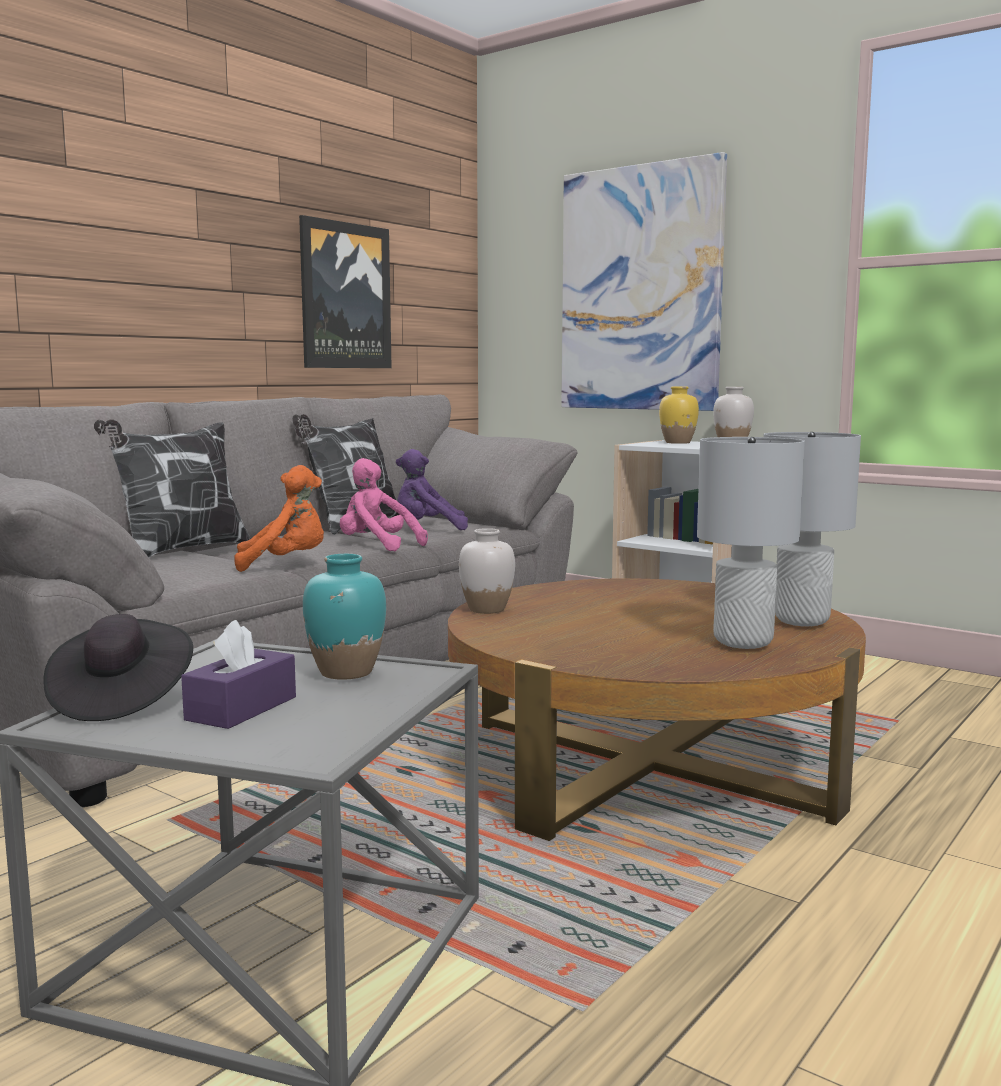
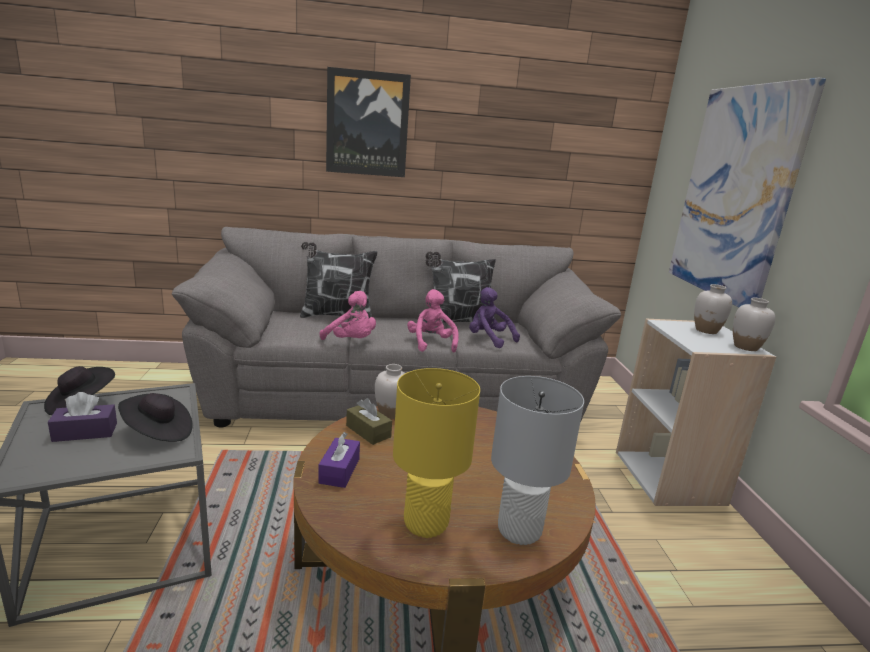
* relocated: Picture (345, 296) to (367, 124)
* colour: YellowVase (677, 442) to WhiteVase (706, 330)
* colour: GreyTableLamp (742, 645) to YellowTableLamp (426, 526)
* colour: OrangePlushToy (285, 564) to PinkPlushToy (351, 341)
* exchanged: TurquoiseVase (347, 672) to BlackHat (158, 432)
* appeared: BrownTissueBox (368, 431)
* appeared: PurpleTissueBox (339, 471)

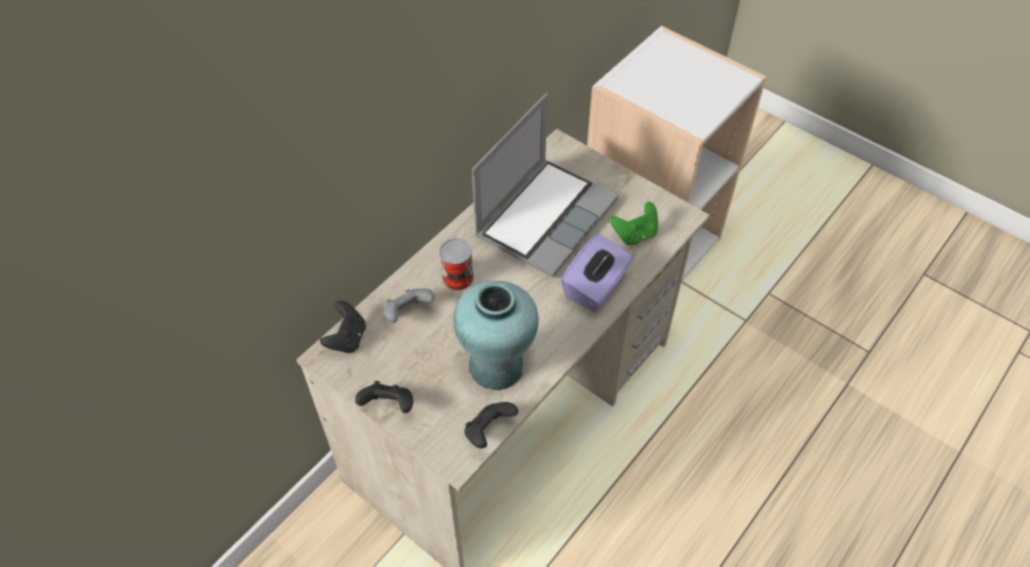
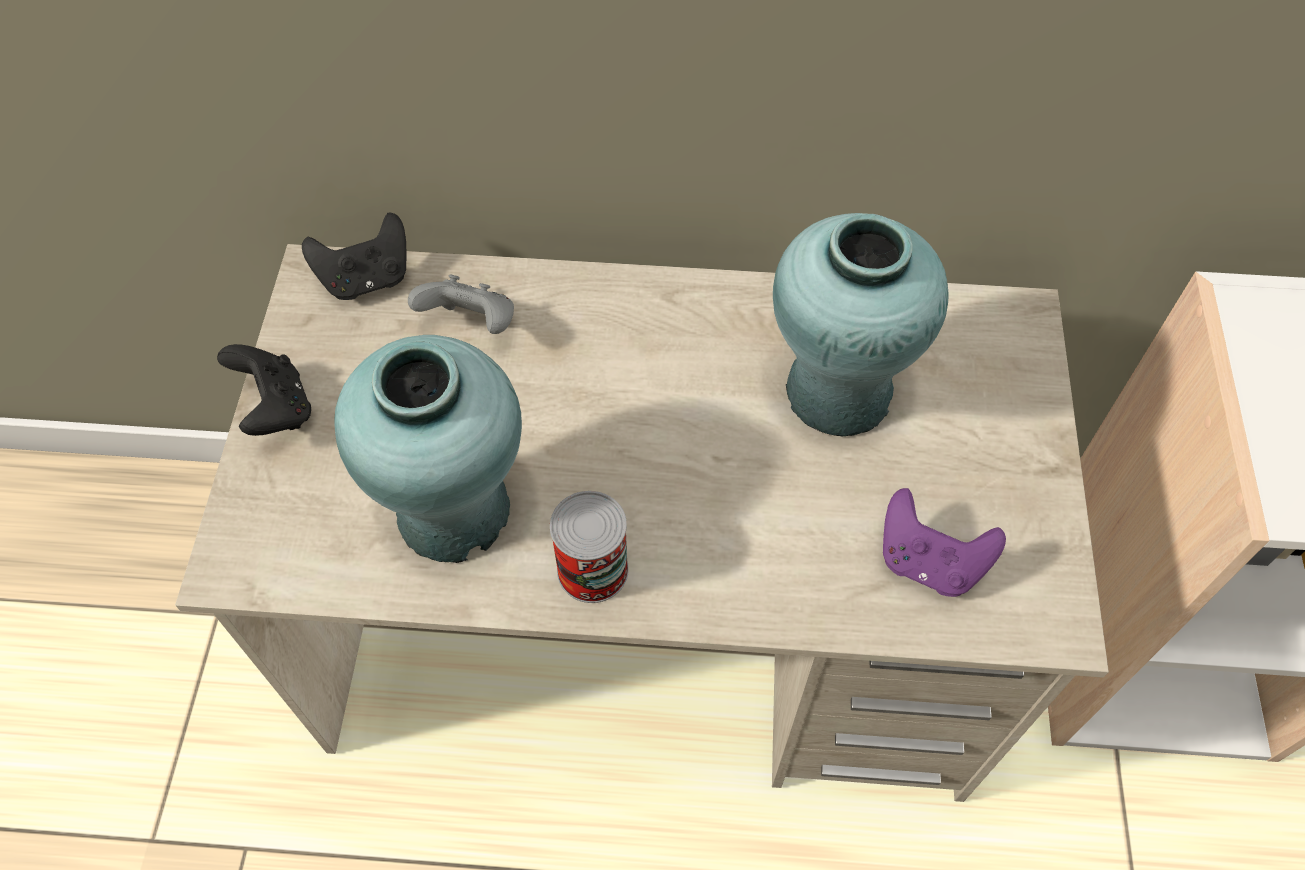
* exchanged: Laptop (545, 216) to TurquoiseVase (837, 393)
* colour: GreenGameController (635, 234) to PurpleGameController (929, 562)
* missing: PurpleTissueBox (595, 287)
* relocated: Can (458, 278) to (592, 570)
* missing: BlackGameController (488, 431)

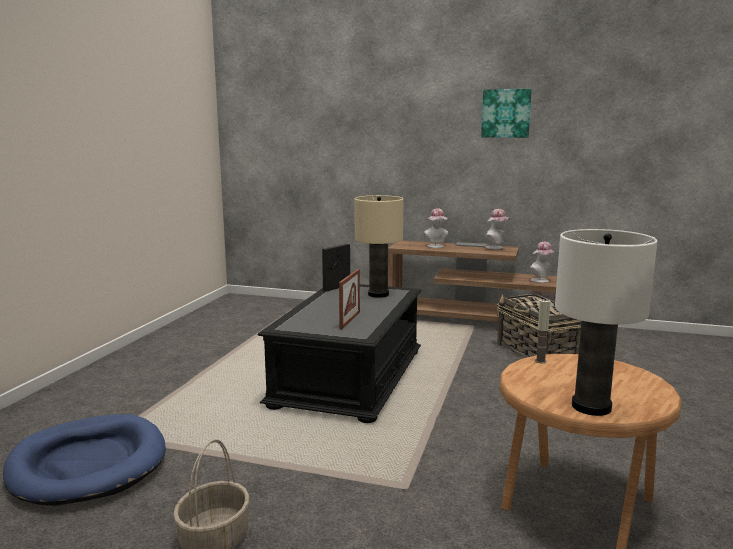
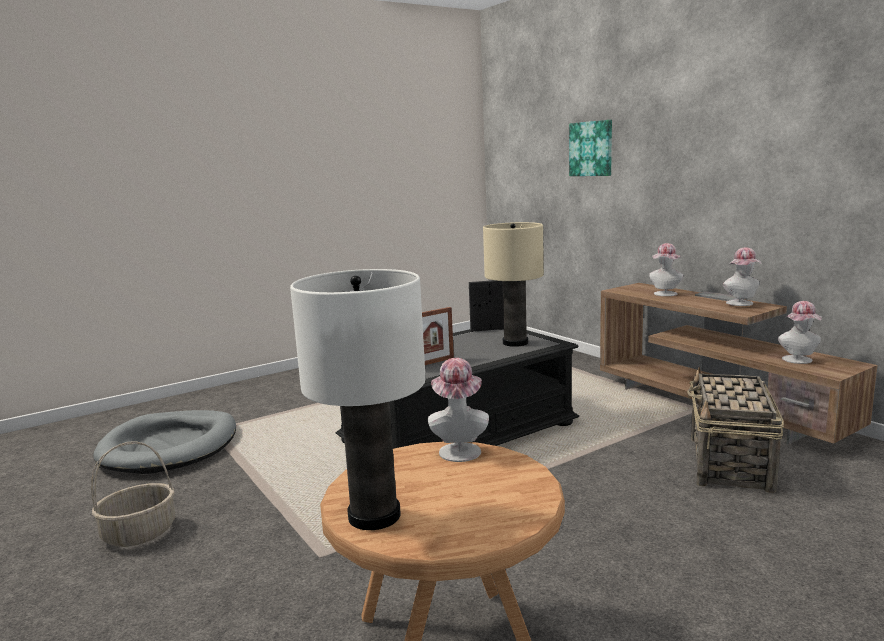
* relocated: Picture (506, 113) to (591, 148)
* exchanged: Candle (540, 361) to Hat (459, 449)
* colour: BlueDogBed (88, 464) to GreyDogBed (170, 446)

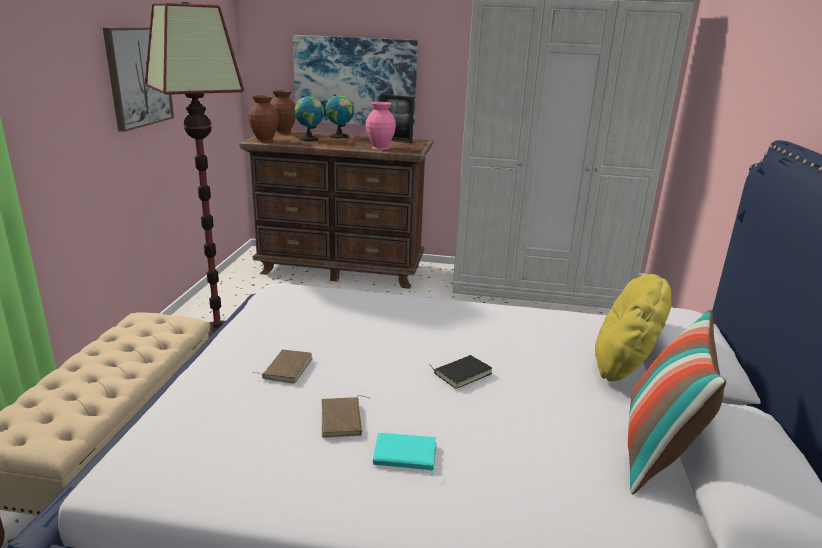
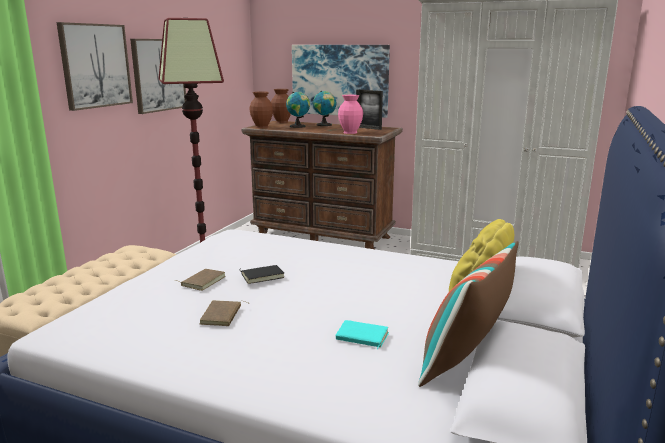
* relocated: BlackBook (461, 373) to (262, 276)
* relocated: TurquoiseBook (404, 456) to (361, 337)
* appeared: Picture (95, 66)

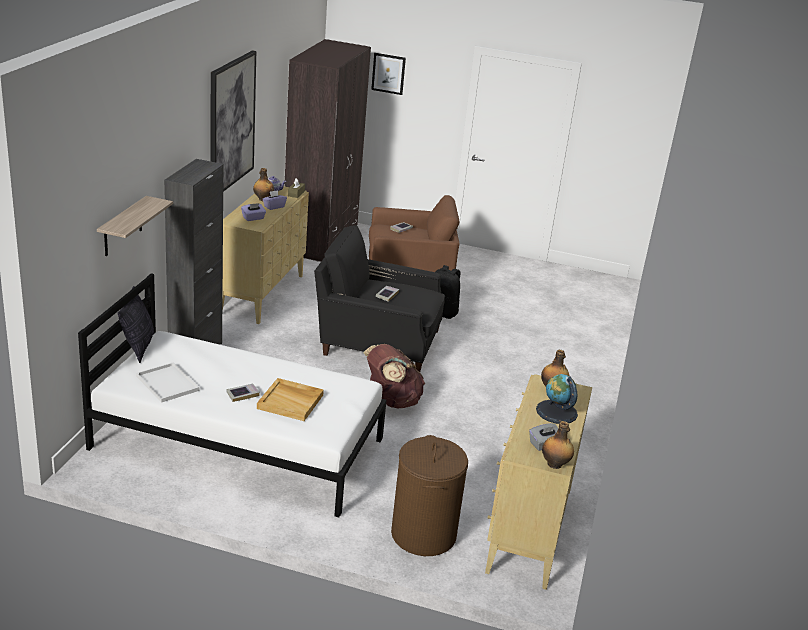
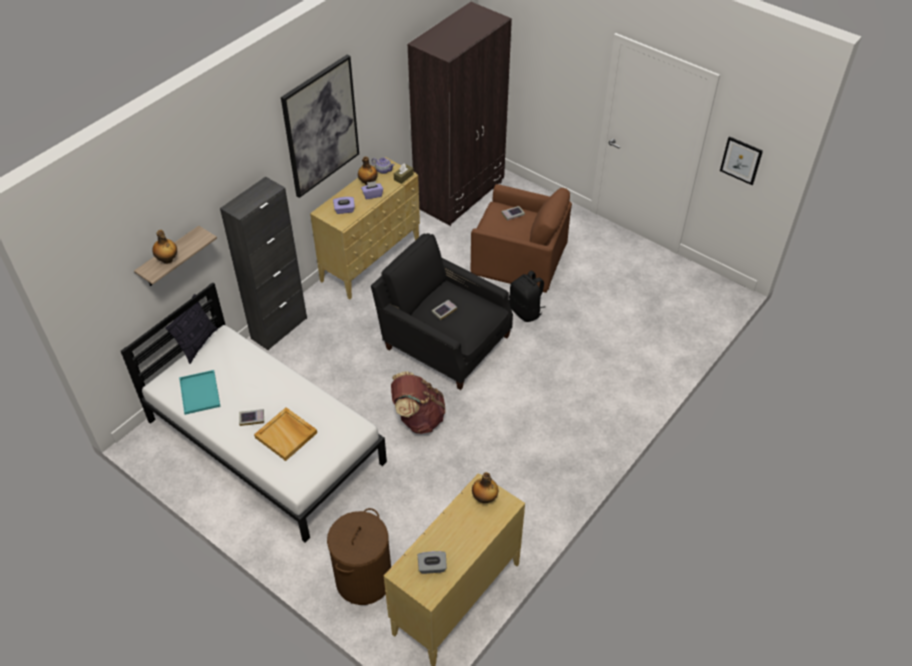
* relocated: Picture (388, 73) to (741, 160)
* colour: WhiteTray (166, 383) to TurquoiseTray (199, 392)
* missing: Globe (556, 412)
* relocated: Bottle (555, 464) to (167, 260)

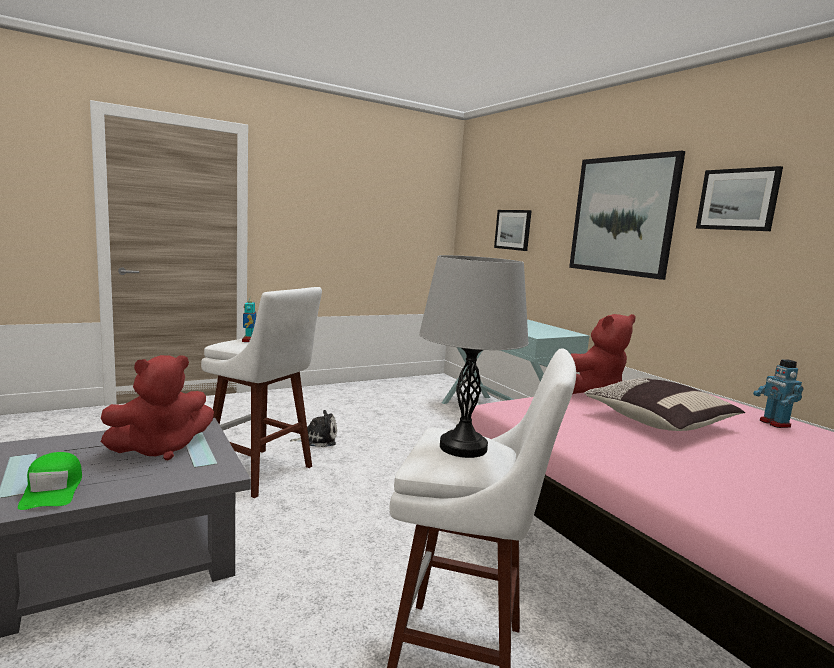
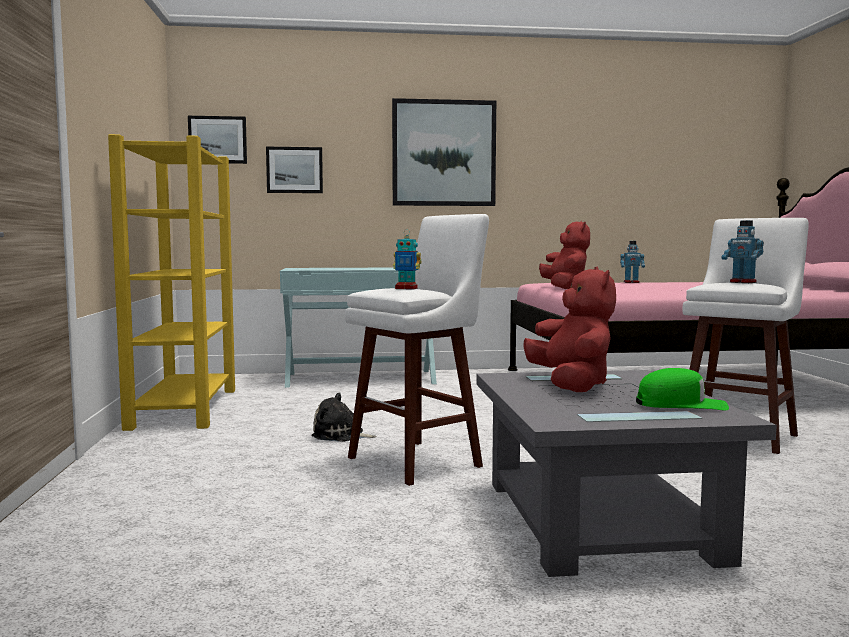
* relocated: Picture (738, 199) to (218, 140)
* exchanged: GreyTableLamp (463, 447) to ToyRobot (742, 282)
* missing: Pillow (658, 422)
* spun: PlushToy (317, 439) = (340, 435) 90 degrees counterclockwise
* appeared: YellowBookcase (184, 408)

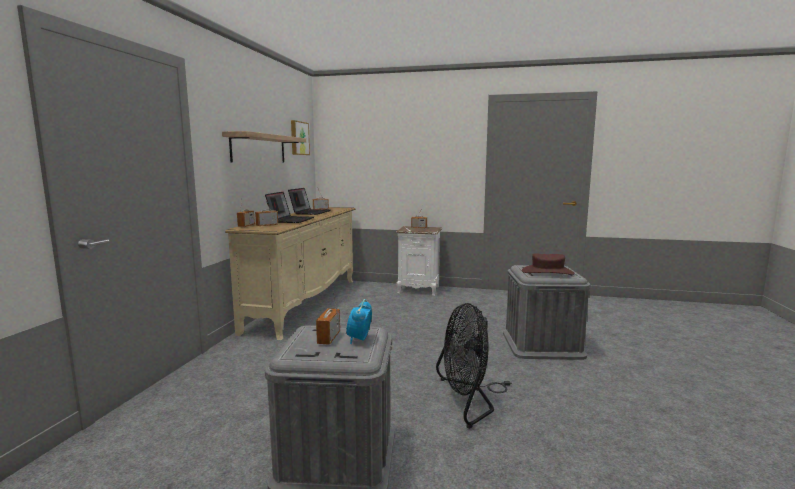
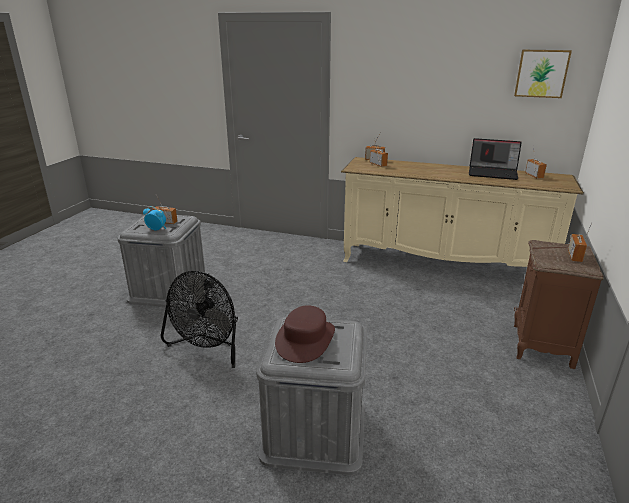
* missing: Shelf (259, 149)
* missing: Laptop (291, 220)
* colour: WhiteNightstand (419, 290) to BrownNightstand (540, 346)
* spun: BlackFan (470, 398) = (207, 346) 150 degrees counterclockwise

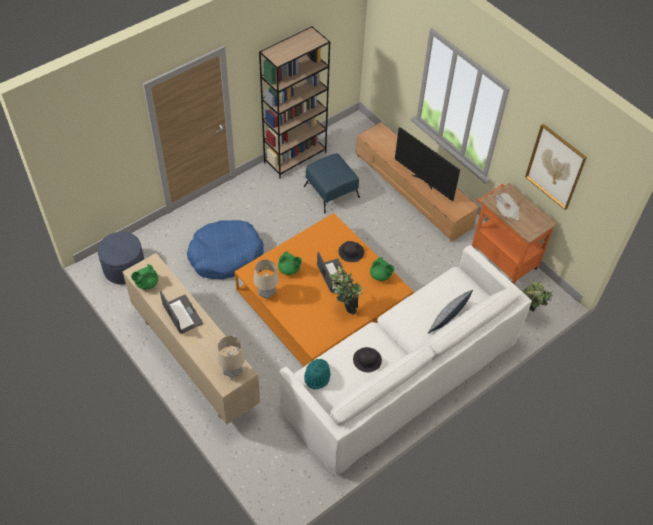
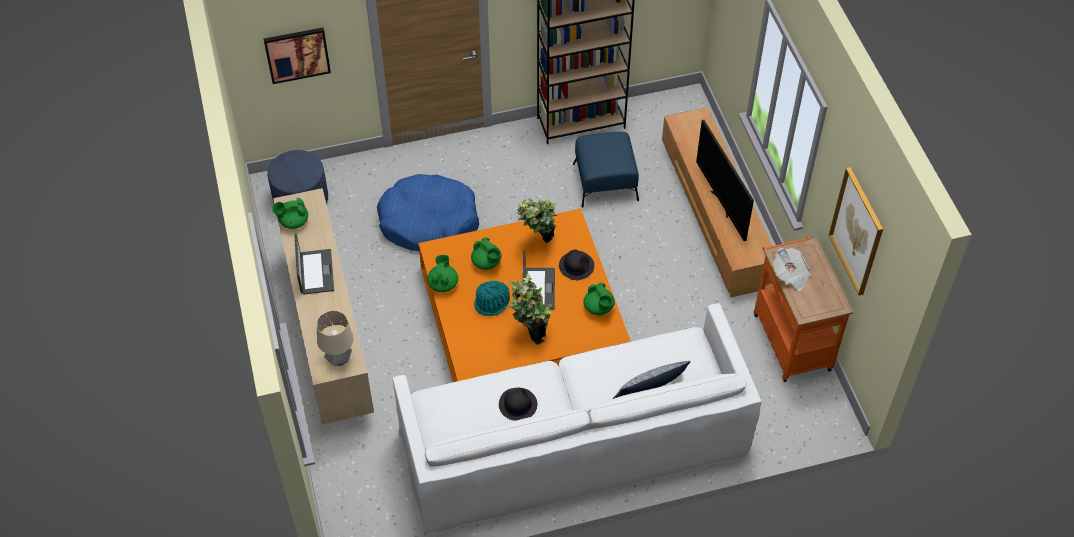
* exchanged: TableLamp (267, 294) to GreenTeapot (443, 284)
* relocated: PottedPlant (528, 314) to (538, 244)
* relocated: TurquoiseHat (317, 377) to (492, 302)
* appeared: Picture (297, 54)

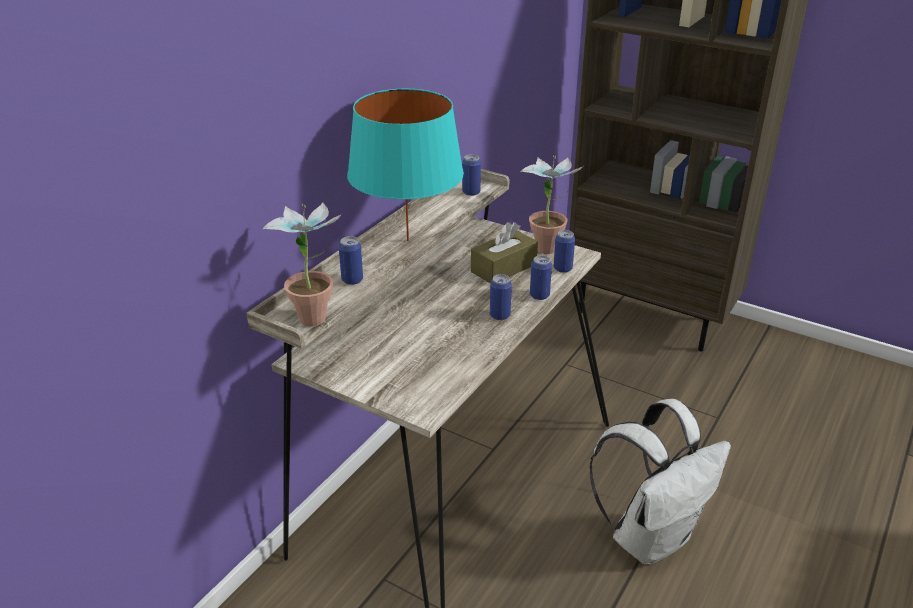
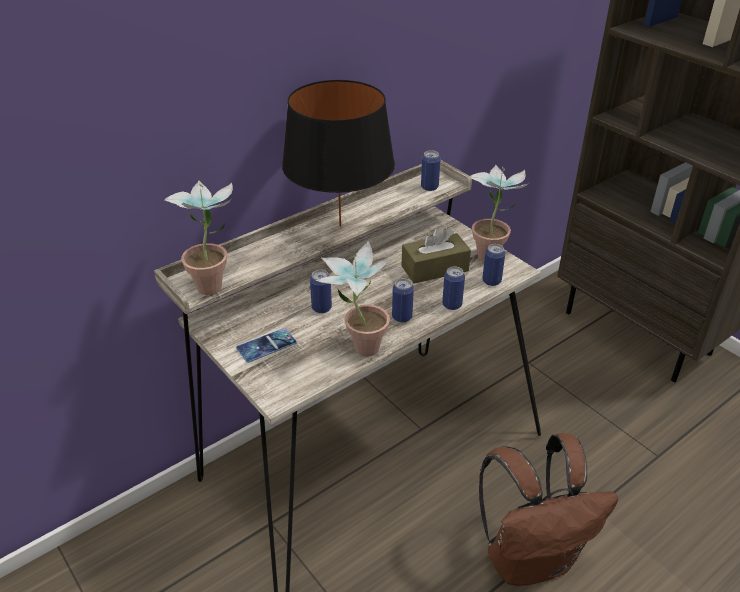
* colour: TurquoiseTableLamp (407, 240) to BlackTableLamp (340, 226)
* relocated: Can (352, 280) to (321, 308)
* colour: WhiteBackpack (651, 536) to BrownBackpack (530, 558)
* appeared: PottedPlant (357, 346)
* appeared: Phone (266, 345)

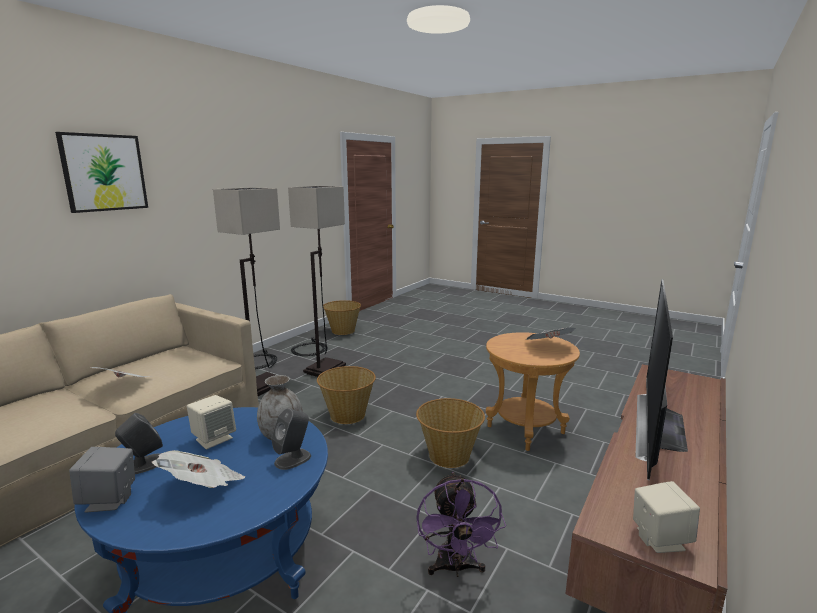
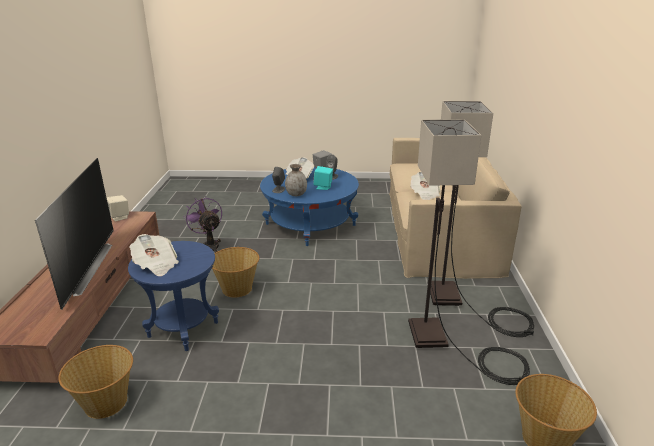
* missing: Picture (104, 172)
* colour: BrownSideTable (525, 429) to BlueSideTable (183, 329)
* relocated: Basket (347, 414) to (106, 403)
* colour: BeigeSpeaker (214, 439) to TurquoiseSpeaker (323, 187)

